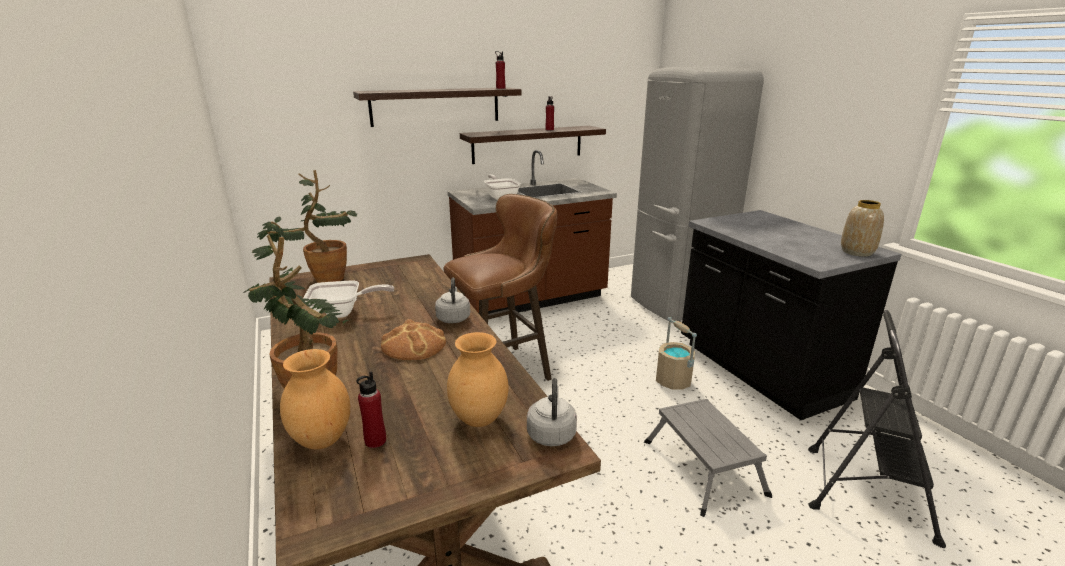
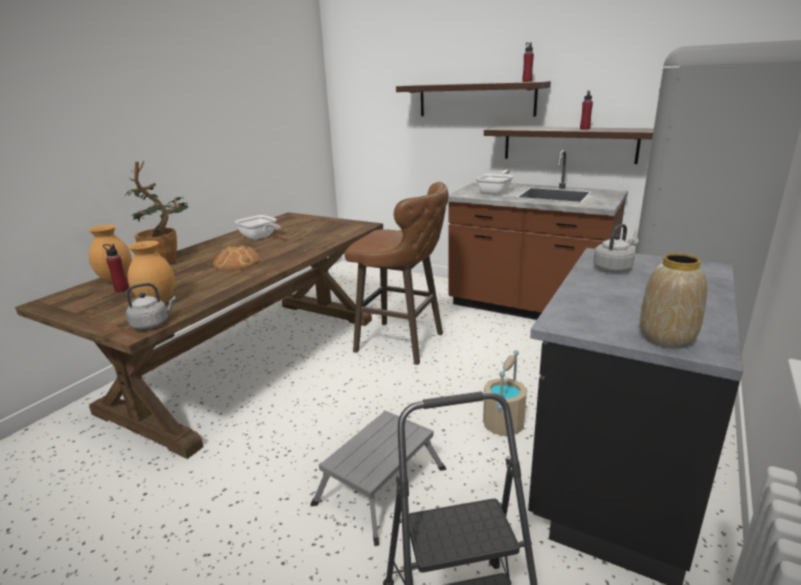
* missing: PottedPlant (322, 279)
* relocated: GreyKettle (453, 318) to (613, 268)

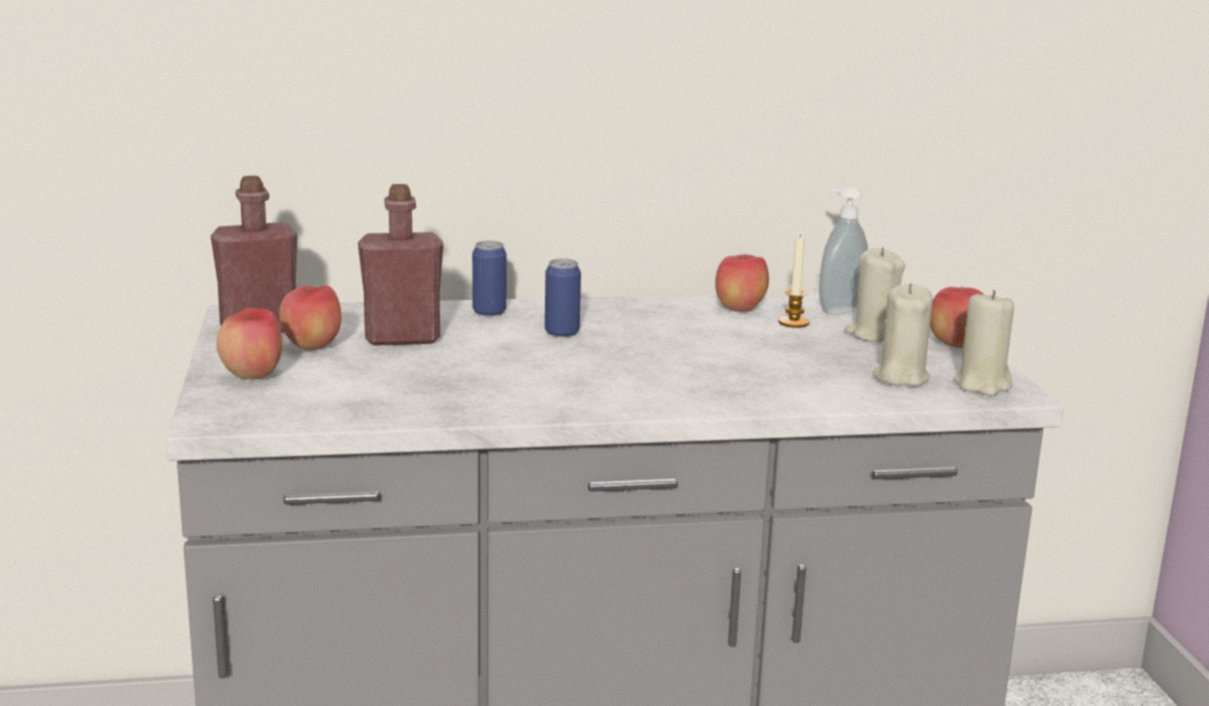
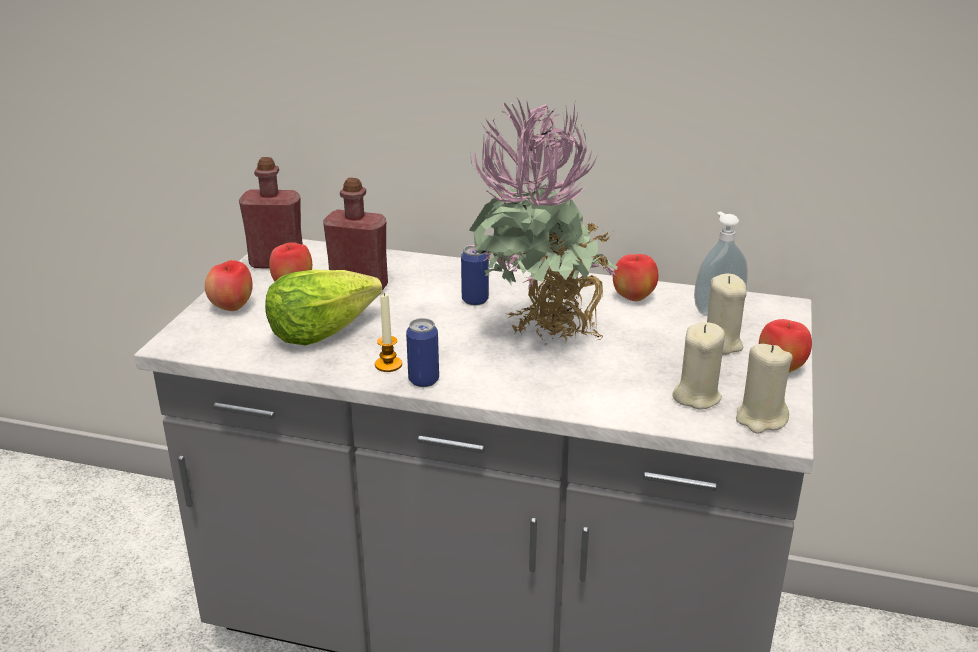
* relocated: Candle (793, 323) to (388, 365)
* relocated: Can (489, 312) to (423, 380)
* appeared: PottedPlant (542, 341)
* appeared: Lettuce (321, 330)

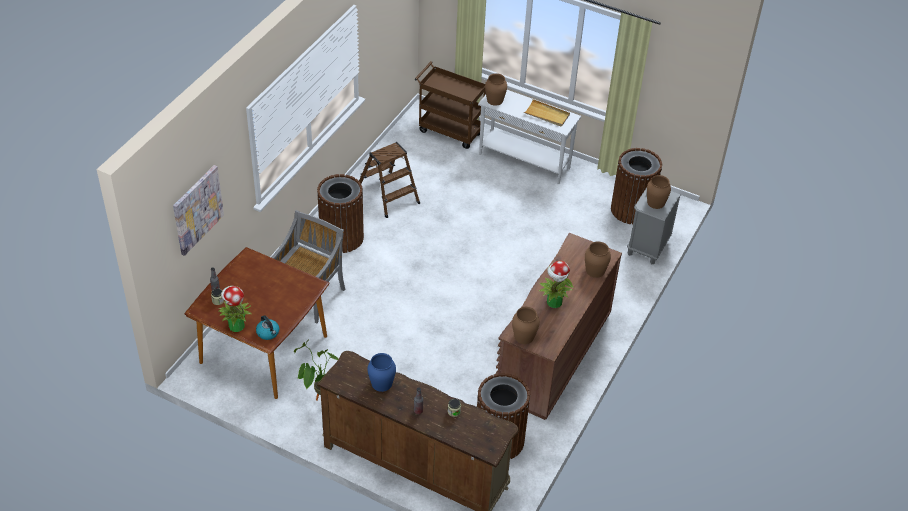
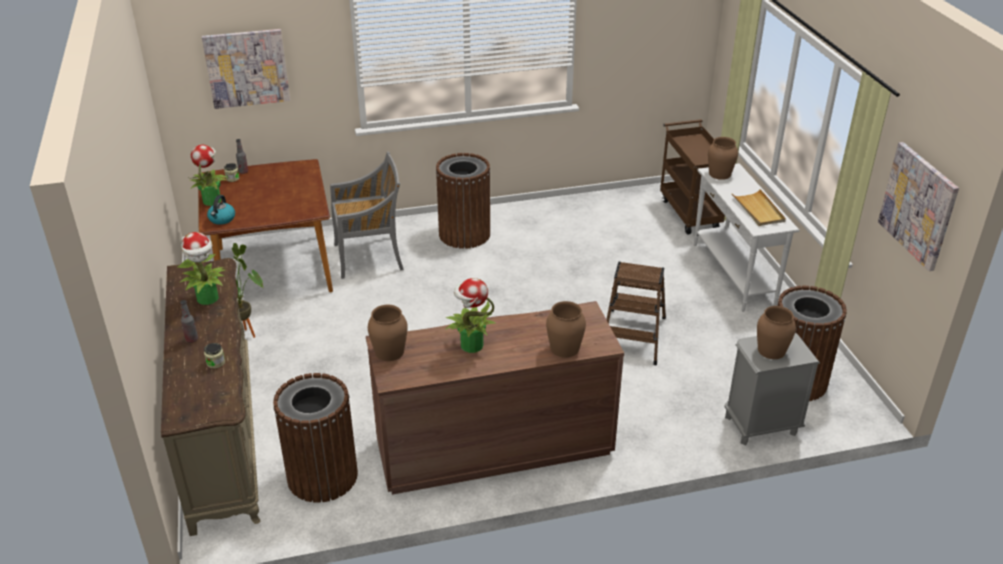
* relocated: BrownStepLadder (388, 194) to (633, 335)
* exchanged: BlueVase (381, 383) to PottedPlant (208, 298)
* appeared: Picture (918, 205)

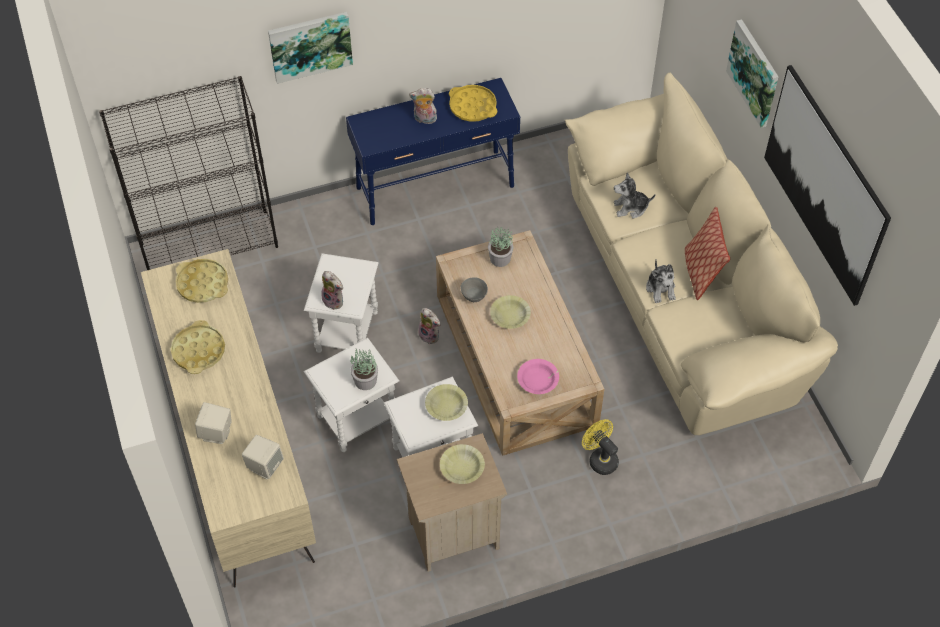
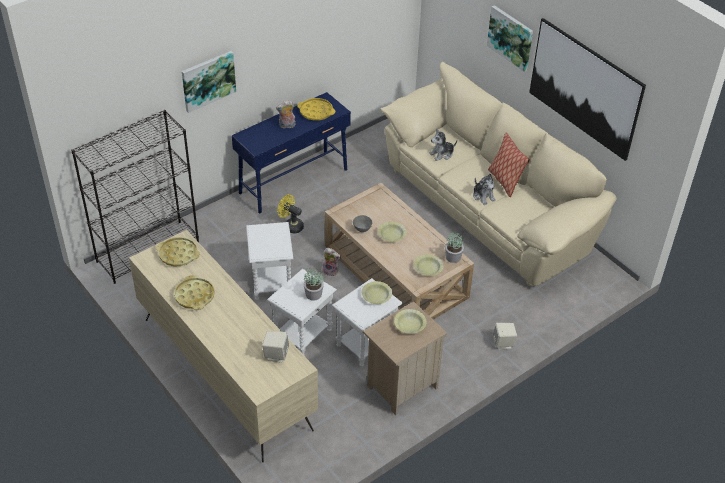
* relocated: PottedPlant (500, 259) to (453, 257)
* missing: PlushToy (334, 301)
* colour: PinkBowl (538, 380) to YellowBowl (428, 268)
* relocated: BeigeSpeaker (216, 433) to (503, 343)
* relocated: YellowFan (600, 459) to (291, 225)

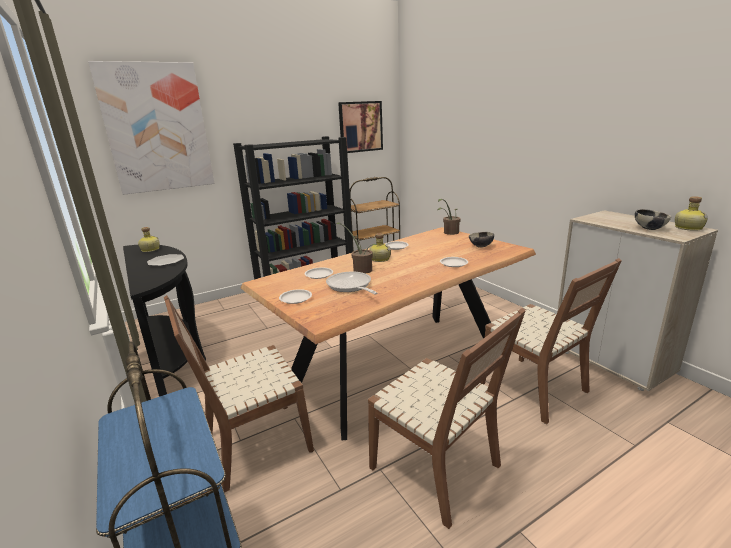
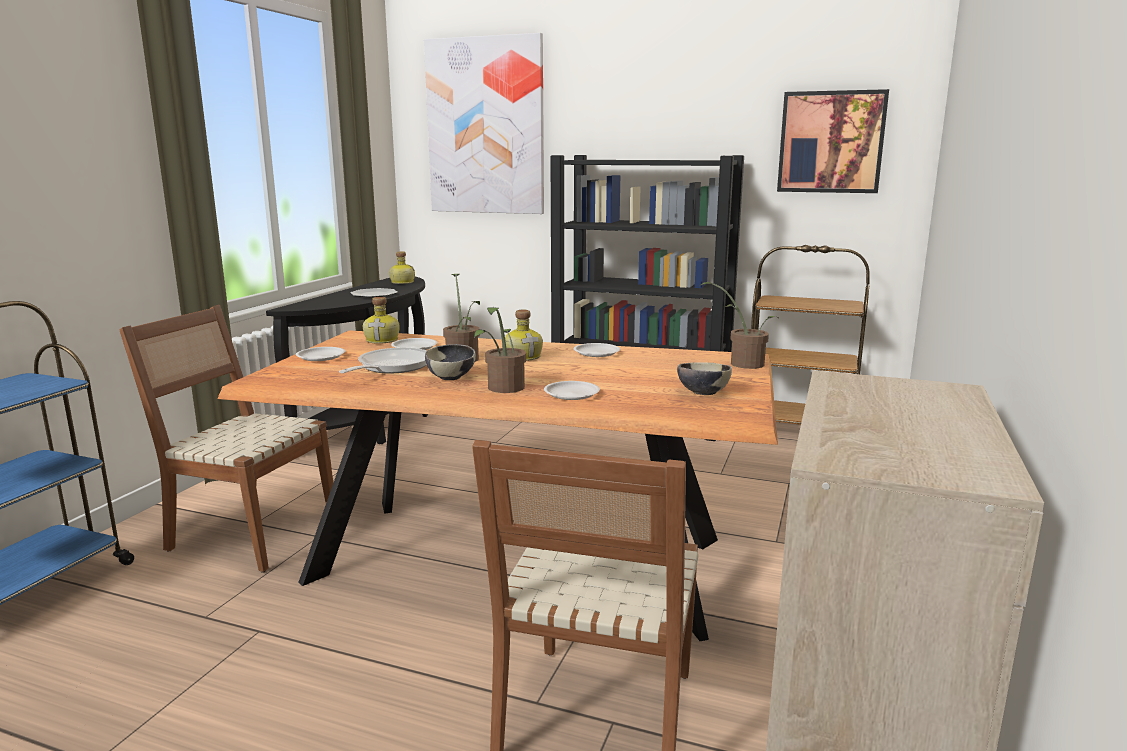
* relocated: Bottle (687, 227) to (383, 340)
* relocated: Bowl (649, 228) to (451, 377)
* missing: Chair (439, 471)
* appeared: PottedPlant (503, 389)

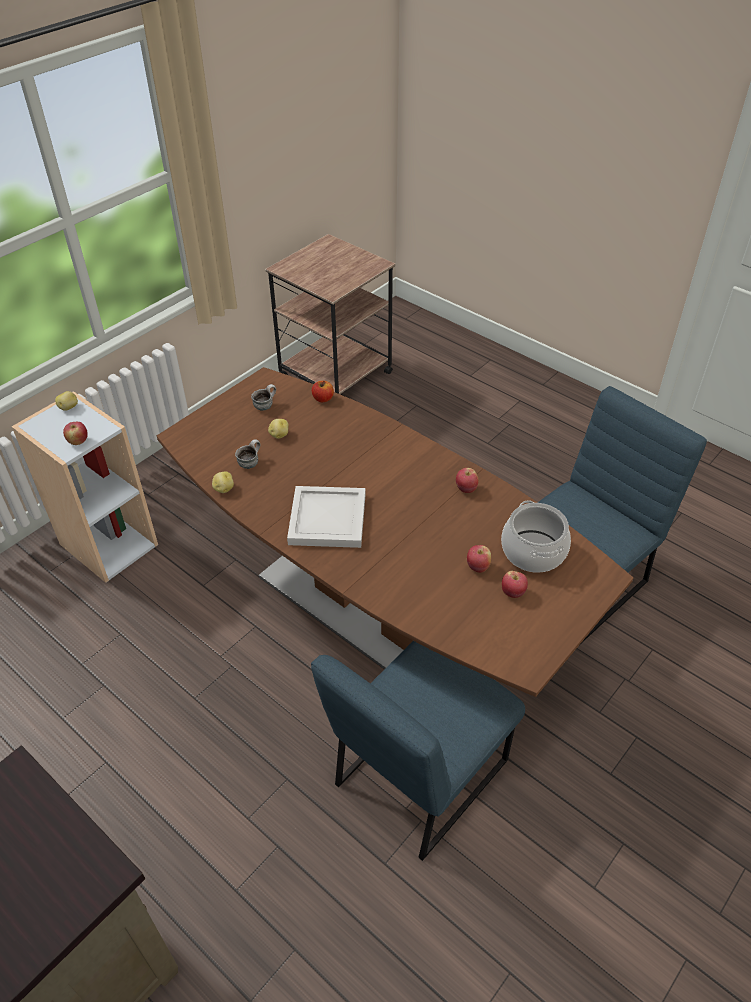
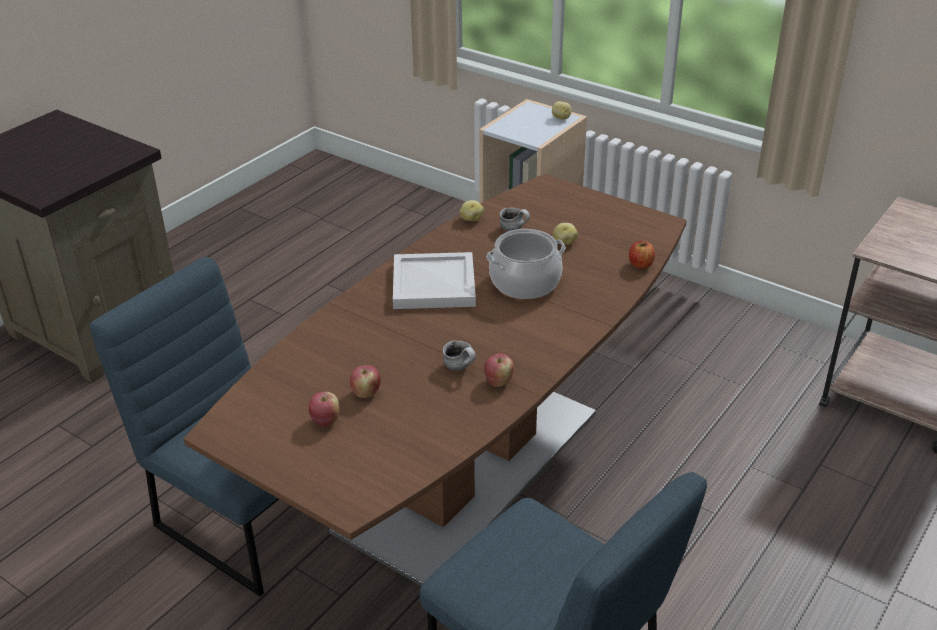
* relocated: Mug (265, 405) to (461, 367)
* missing: Apple (78, 441)
* relocated: CookingPot (533, 551) to (525, 282)

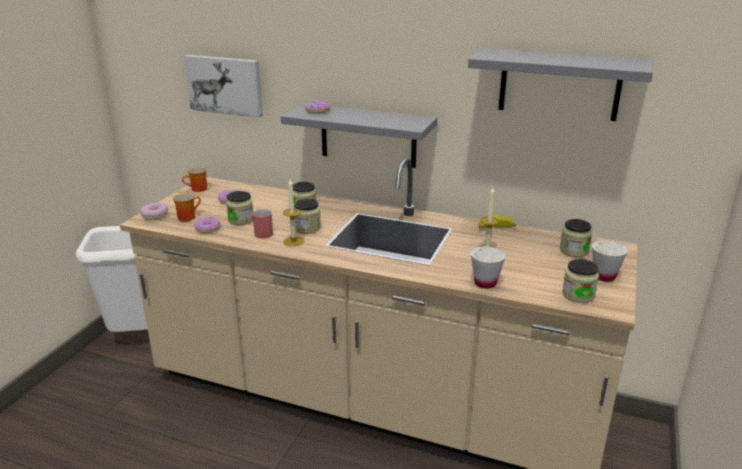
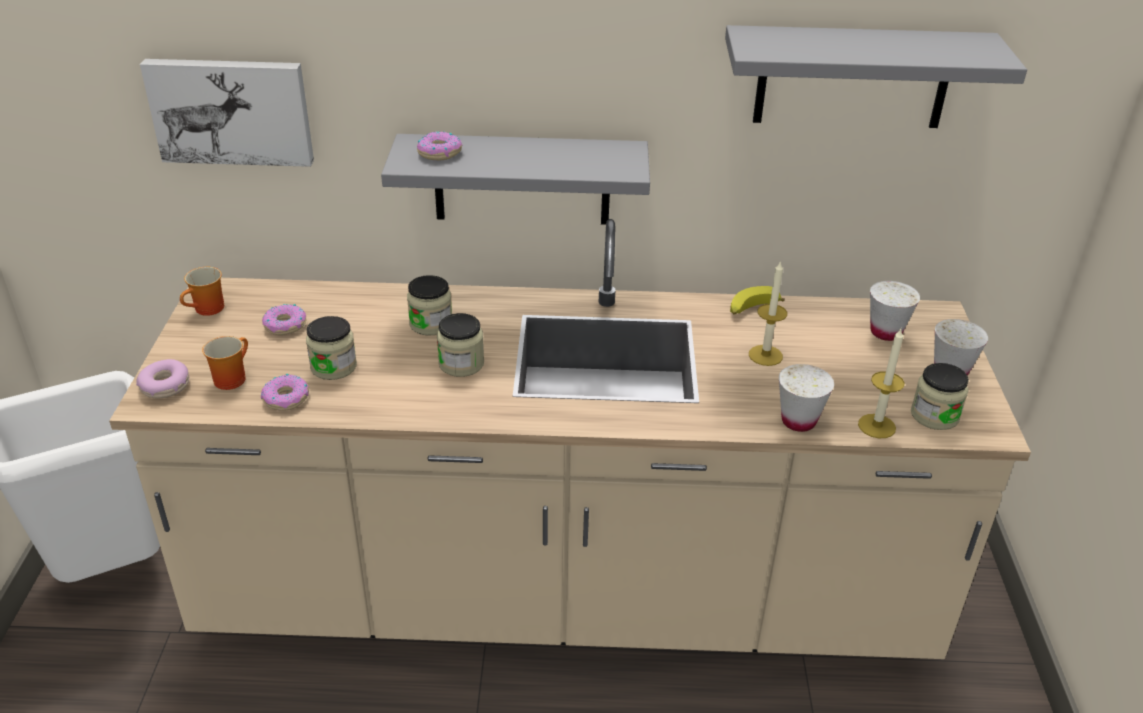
* relocated: Candle (293, 241) to (876, 426)
* missing: RedMug (261, 232)
* exchanged: Jar (574, 251) to WhiteCup (885, 332)

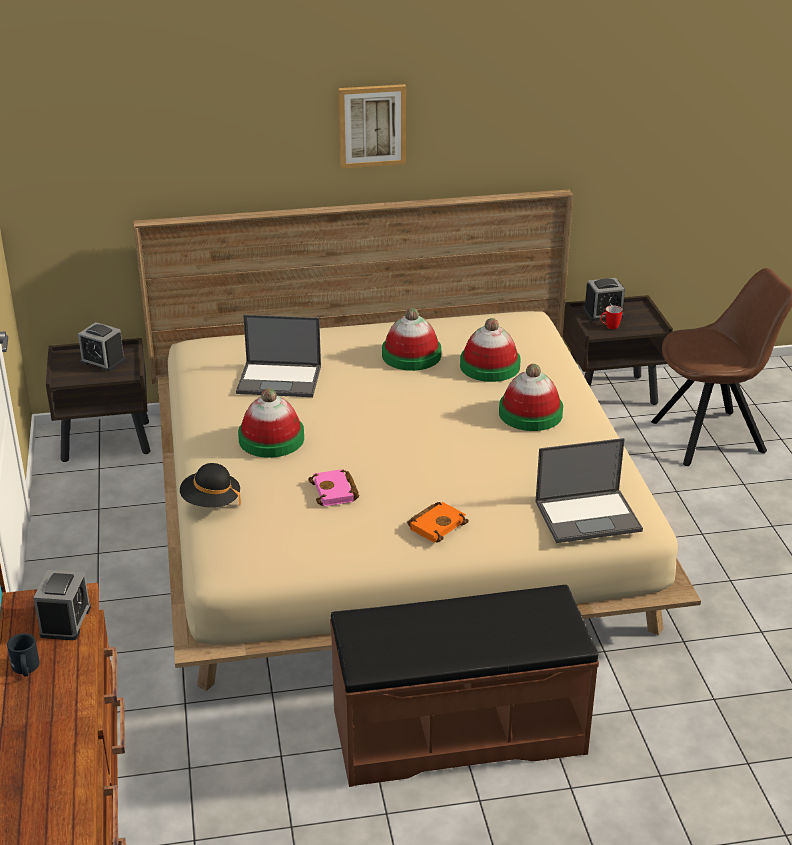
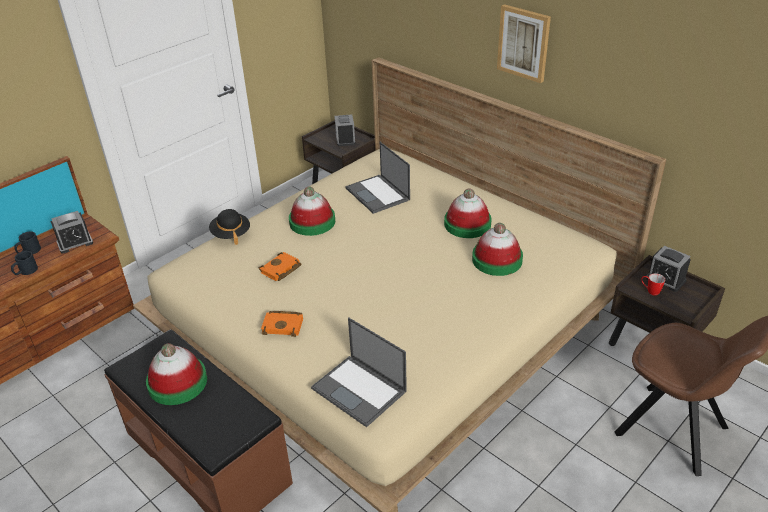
* relocated: Hat (530, 413) to (177, 382)
* colour: PinkBook (336, 492) to OrangeBook (280, 270)
* appeared: BlackMug (25, 272)

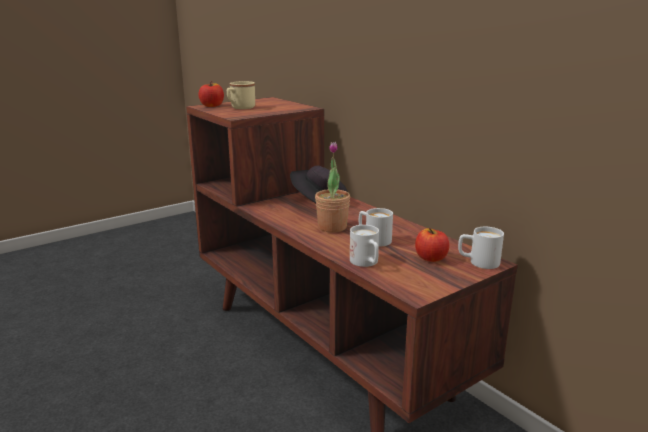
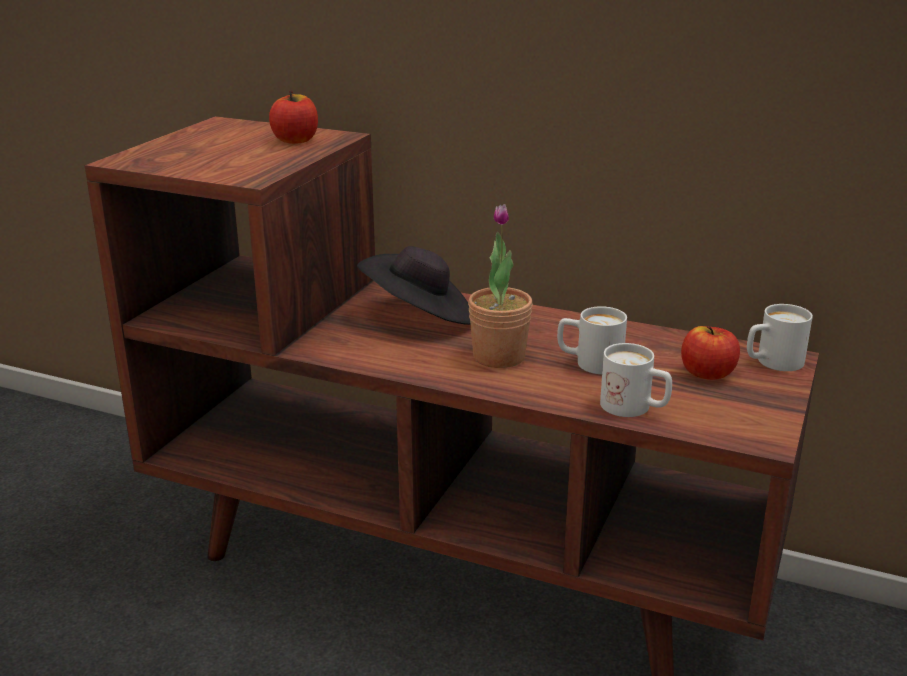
* relocated: Apple (212, 106) to (295, 140)
* missing: BeigeMug (240, 108)

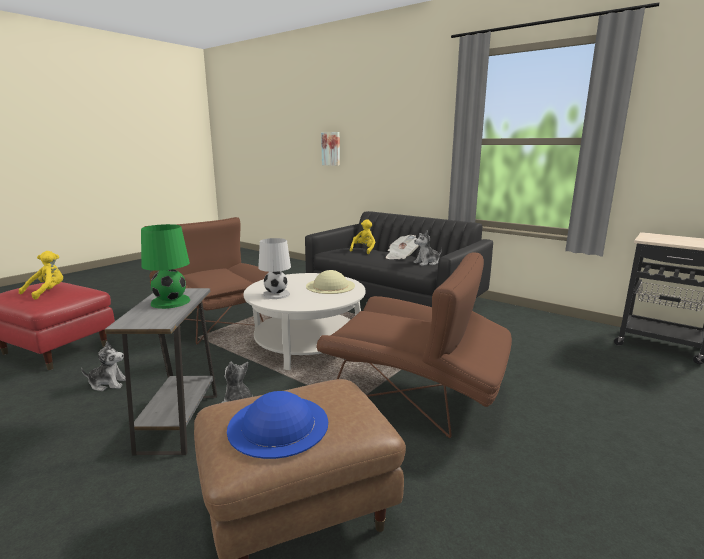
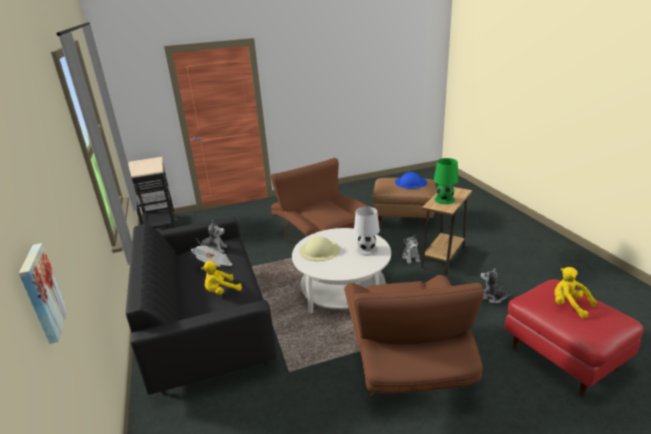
* spun: YellowPlushToy (47, 292) = (569, 305) 75 degrees clockwise
* colour: GreySideTable (179, 422) to BrownSideTable (443, 258)

